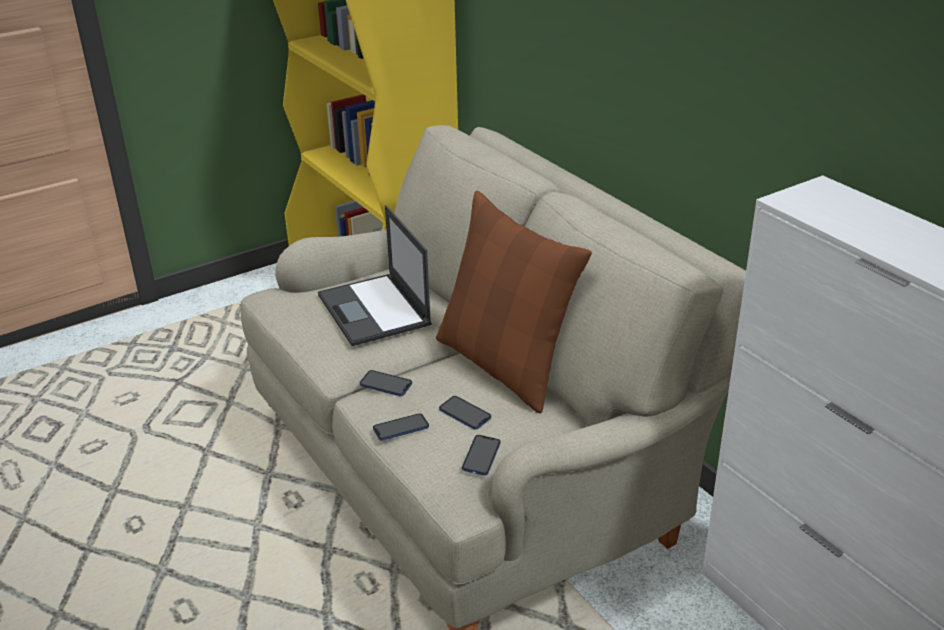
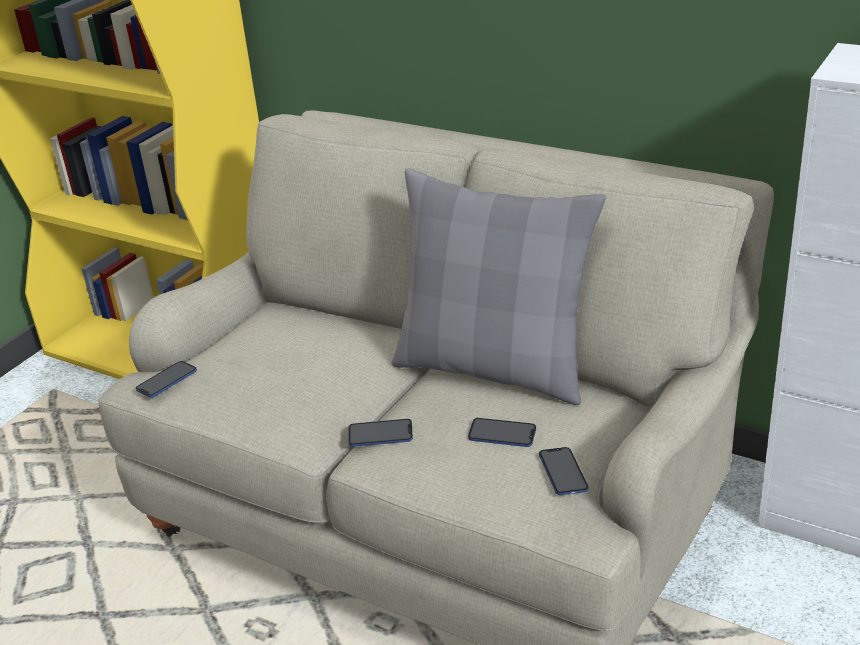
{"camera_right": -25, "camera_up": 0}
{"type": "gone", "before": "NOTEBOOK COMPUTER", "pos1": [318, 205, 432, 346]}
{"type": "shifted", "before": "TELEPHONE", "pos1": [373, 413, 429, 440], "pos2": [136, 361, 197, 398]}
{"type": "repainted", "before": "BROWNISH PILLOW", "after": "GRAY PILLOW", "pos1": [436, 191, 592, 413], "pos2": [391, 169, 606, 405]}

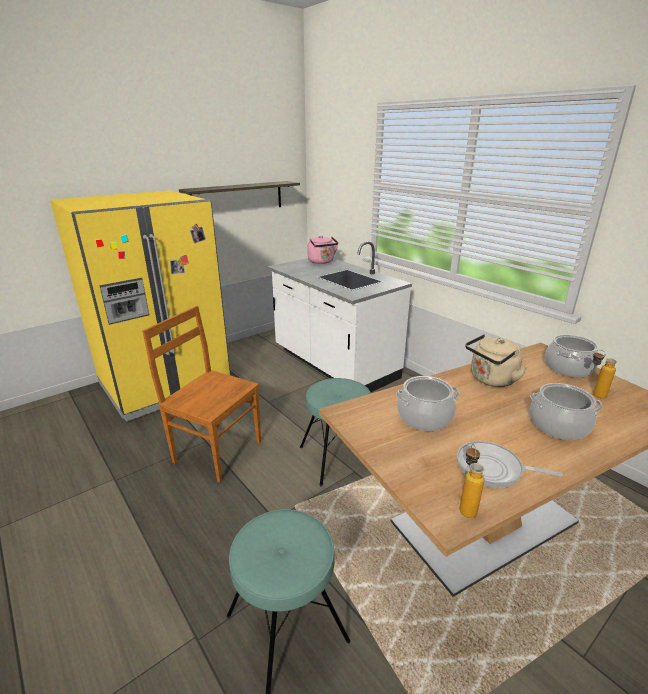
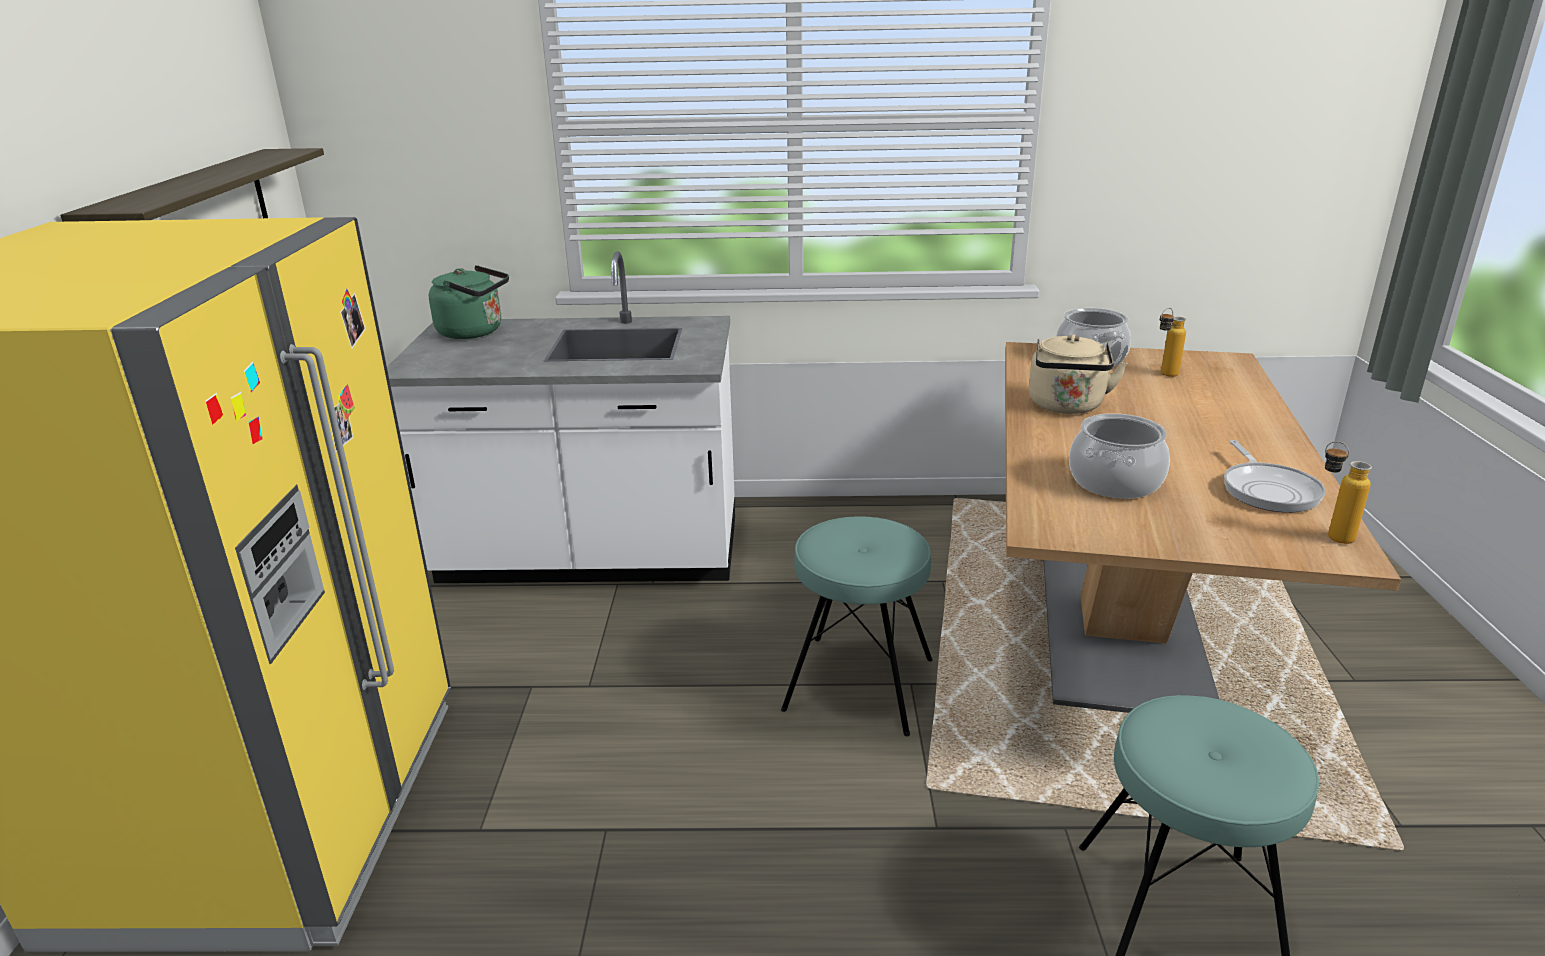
{"camera_right": -50, "camera_up": 0}
{"type": "gone", "before": "BROWNISH PLAIN CHAIR", "pos1": [142, 306, 261, 483]}
{"type": "repainted", "before": "PINKISH WATER KETTLE", "after": "GREEN-COLOURED WATER KETTLE", "pos1": [308, 235, 338, 264], "pos2": [429, 265, 509, 339]}
{"type": "rotated", "before": "PAN", "pos1": [457, 441, 563, 488], "pos2": [1224, 440, 1326, 513], "turn": -60}
{"type": "gone", "before": "COOKING POT", "pos1": [530, 383, 603, 440]}

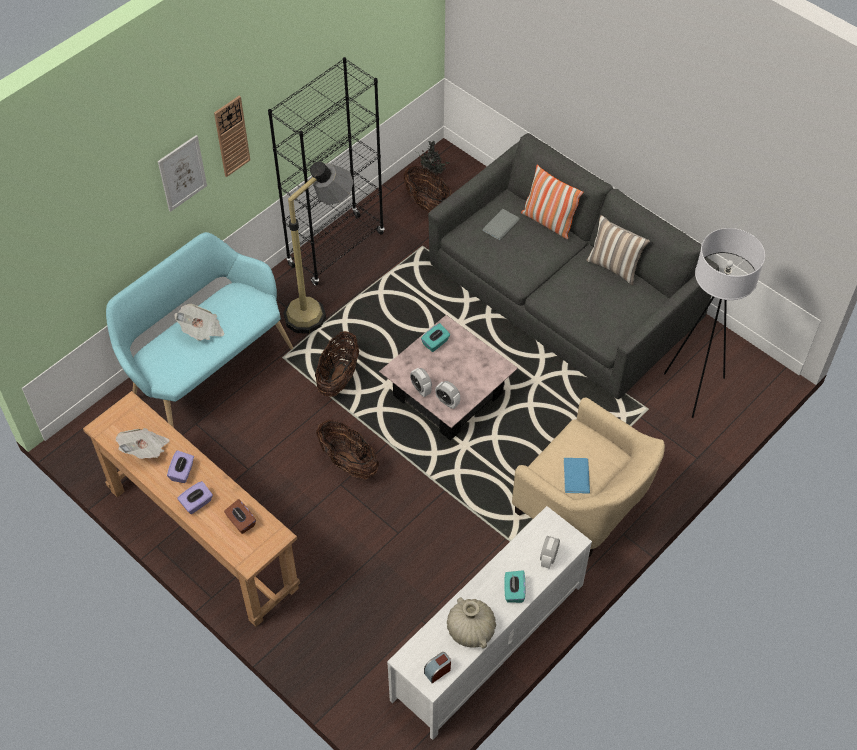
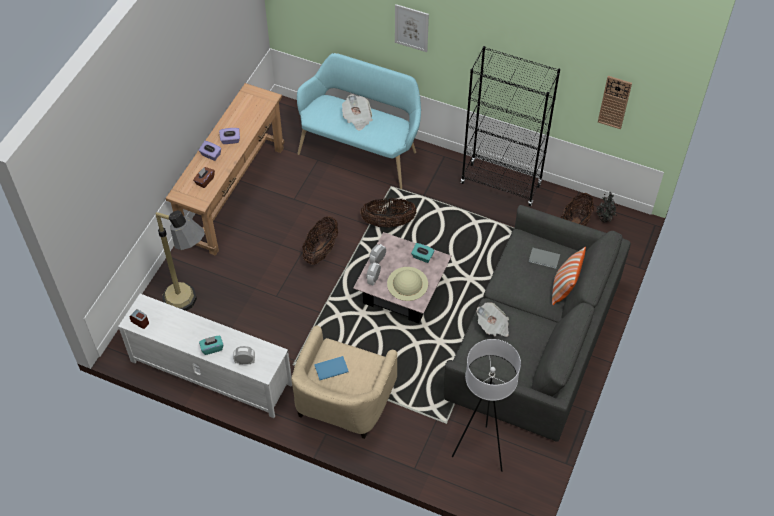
{"camera_right": 70, "camera_up": 0}
{"type": "shifted", "before": "NEWSPAPER", "pos1": [116, 428, 170, 459], "pos2": [477, 302, 509, 337]}
{"type": "shifted", "before": "HANGING CLOCK", "pos1": [214, 96, 250, 177], "pos2": [598, 76, 632, 129]}
{"type": "shifted", "before": "STANDING LAMP", "pos1": [283, 161, 354, 334], "pos2": [155, 210, 205, 311]}
{"type": "gone", "before": "SAND-COLOURED FLOWER VASE", "pos1": [447, 597, 496, 649]}
{"type": "gone", "before": "PILLOW", "pos1": [586, 215, 650, 286]}
{"type": "new", "after": "SAND-COLOURED WEARABLE HAT", "pos2": [387, 267, 428, 301]}

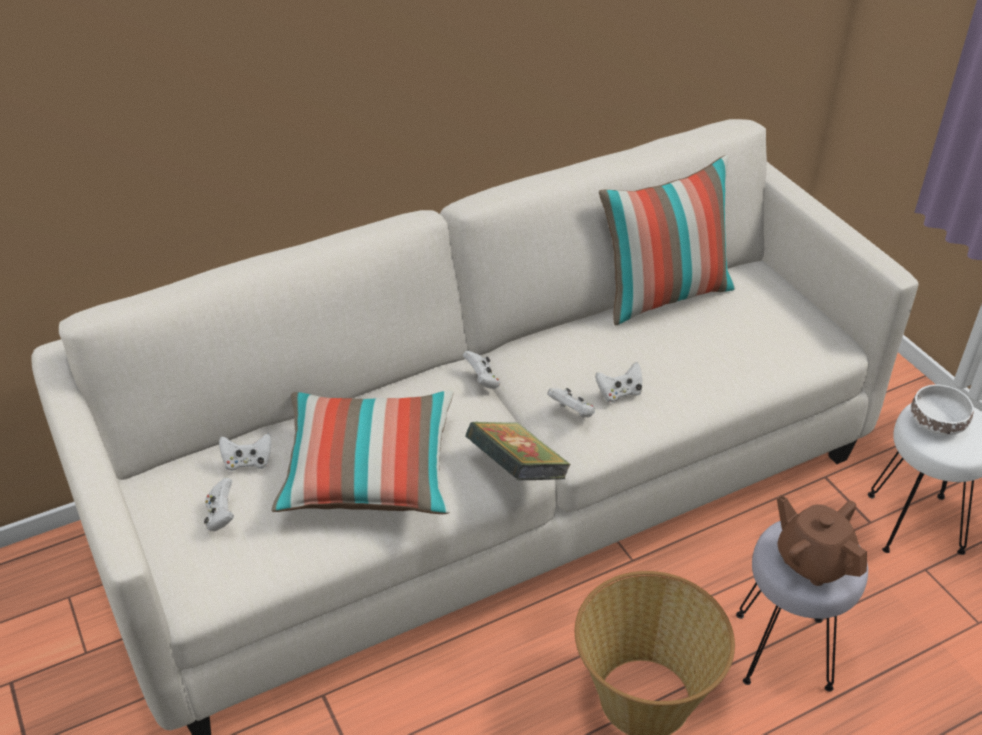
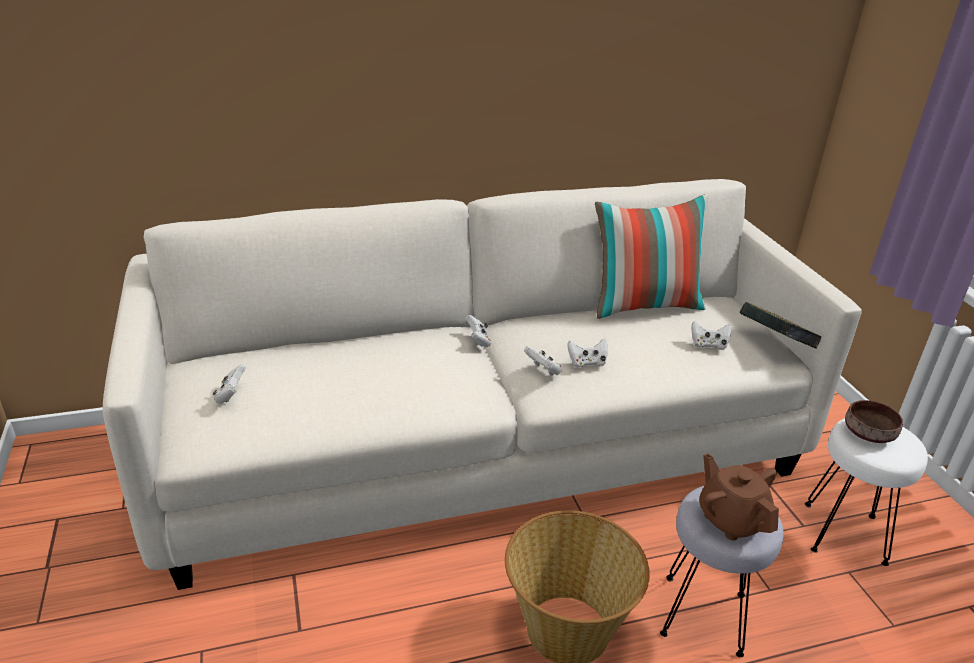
{"camera_right": 10, "camera_up": -10}
{"type": "shifted", "before": "WHITE-COLOURED GAMEPAD", "pos1": [219, 433, 271, 471], "pos2": [691, 321, 731, 350]}
{"type": "gone", "before": "PILLOW", "pos1": [272, 390, 453, 514]}
{"type": "shifted", "before": "BOUND BOOK", "pos1": [465, 421, 571, 480], "pos2": [740, 302, 821, 349]}
{"type": "repainted", "before": "WHITE-COLOURED DEEP DISH", "after": "BROWNISH DEEP DISH", "pos1": [911, 385, 974, 435], "pos2": [845, 400, 903, 443]}

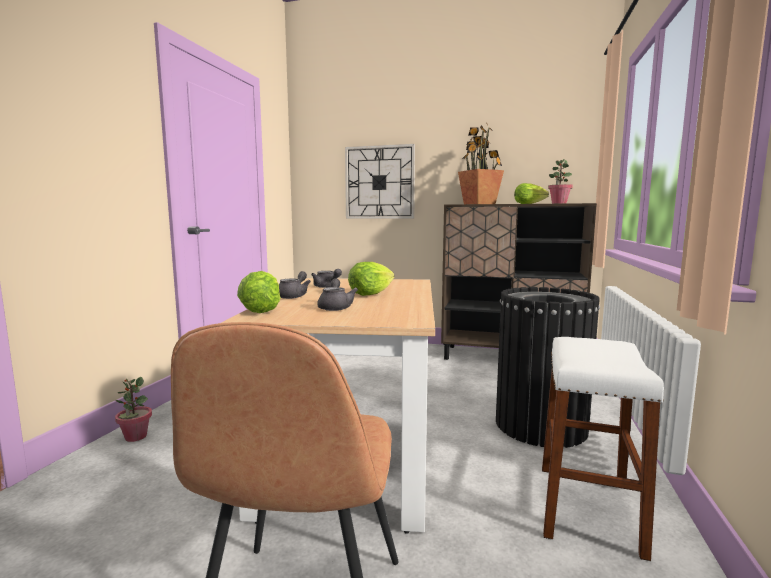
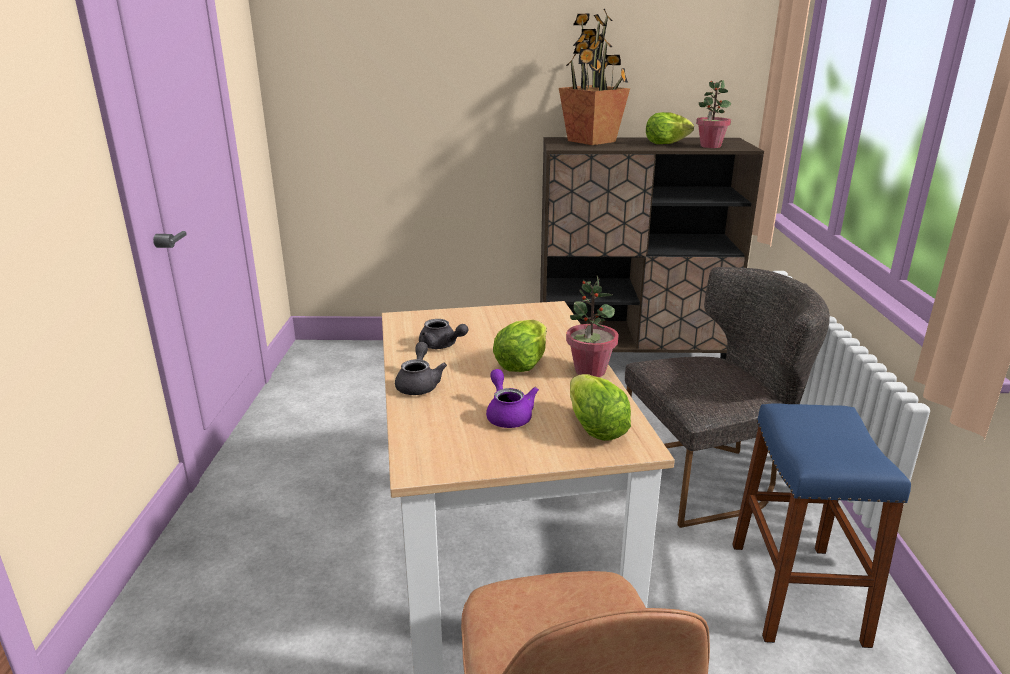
{"camera_right": -15, "camera_up": 15}
{"type": "shifted", "before": "HOUSEPLANT", "pos1": [115, 377, 152, 442], "pos2": [566, 276, 619, 377]}
{"type": "shifted", "before": "LETTUCE", "pos1": [237, 271, 281, 313], "pos2": [570, 374, 631, 441]}
{"type": "repainted", "before": "GRAY TEA POT", "after": "PURPLE TEA POT", "pos1": [317, 278, 358, 311], "pos2": [486, 369, 539, 428]}
{"type": "gone", "before": "HANGING CLOCK", "pos1": [345, 144, 415, 219]}
{"type": "swapped", "before": "BLACK-COLOURED TRASH CAN", "after": "GRAY PLAIN CHAIR", "pos1": [496, 287, 600, 448], "pos2": [625, 267, 830, 528]}
{"type": "repainted", "before": "WHITE-COLOURED STOOL SEAT", "after": "BLUE STOOL SEAT", "pos1": [542, 337, 664, 561], "pos2": [732, 403, 911, 648]}

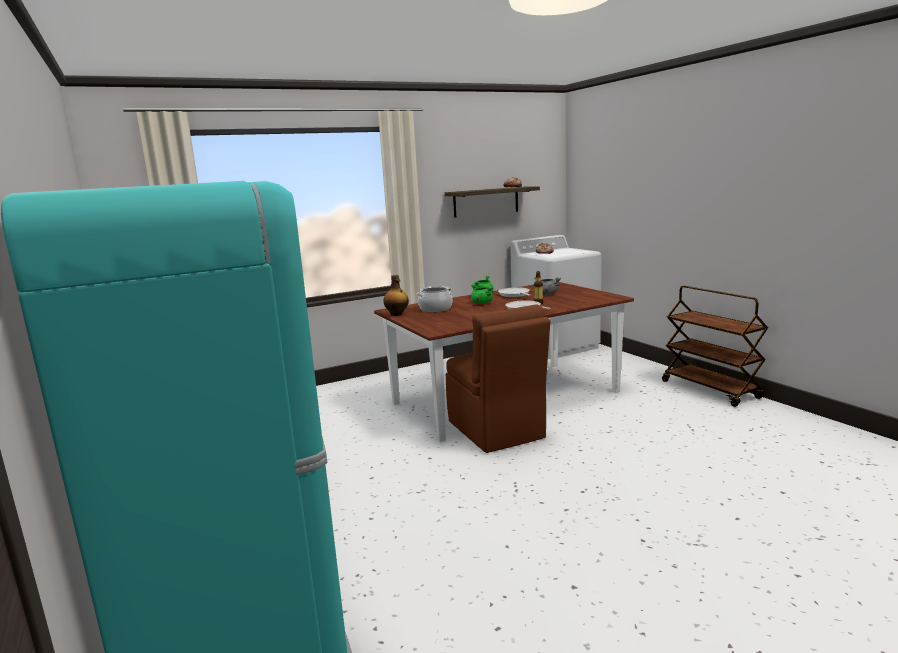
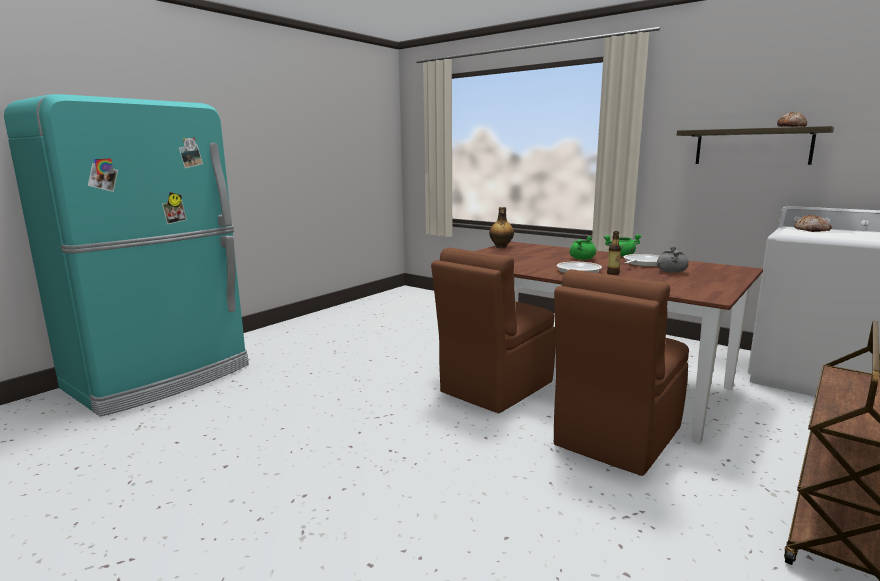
{"camera_right": 65, "camera_up": 0}
{"type": "gone", "before": "COOKING POT", "pos1": [416, 286, 453, 312]}
{"type": "new", "after": "BROWNISH PLAIN CHAIR", "pos2": [554, 269, 689, 476]}

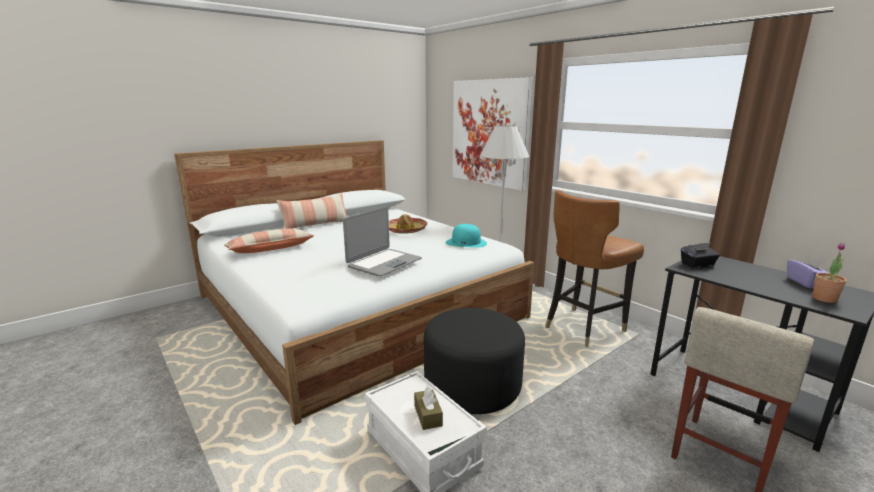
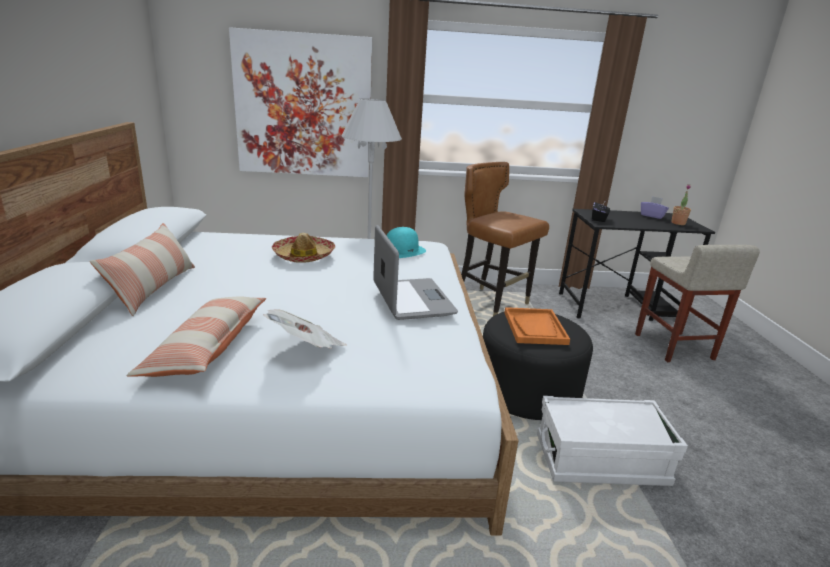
{"camera_right": -55, "camera_up": 5}
{"type": "gone", "before": "BROWNISH TISSUE BOX", "pos1": [414, 387, 443, 430]}
{"type": "rotated", "before": "BROWNISH PLAIN CHAIR", "pos1": [545, 190, 644, 347], "pos2": [461, 162, 549, 316], "turn": 135}
{"type": "new", "after": "NEWSPAPER", "pos2": [263, 309, 347, 349]}
{"type": "new", "after": "ORANGE SERVING TRAY", "pos2": [504, 307, 570, 345]}

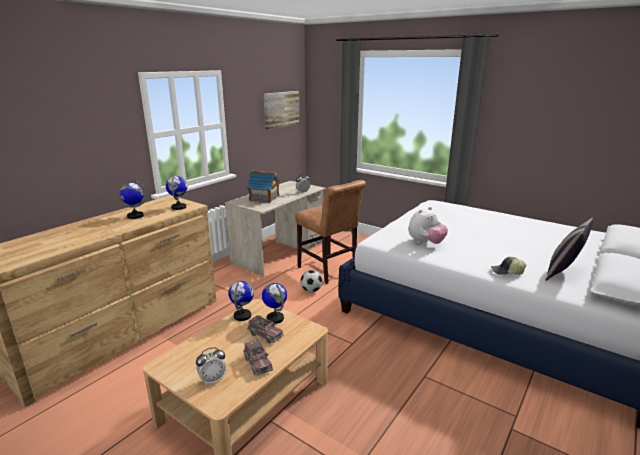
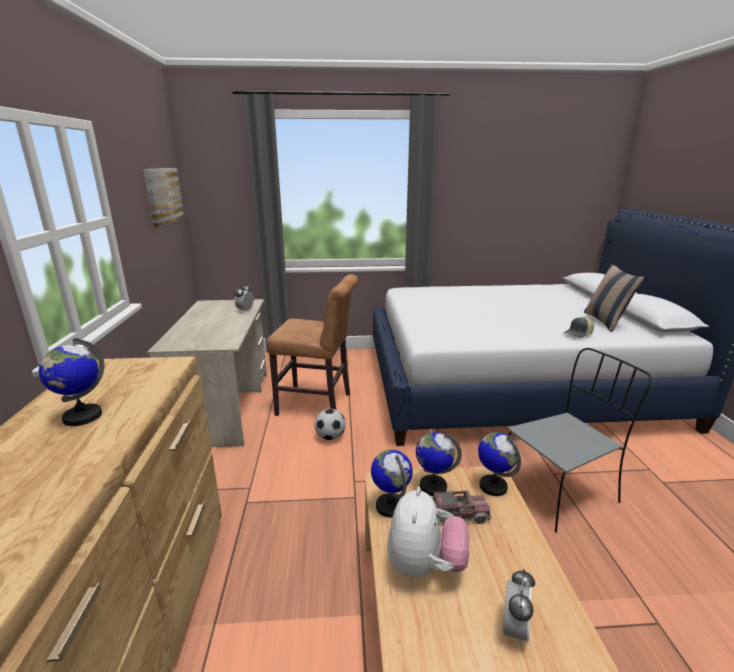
{"camera_right": -40, "camera_up": 0}
{"type": "shifted", "before": "DESK GLOBE", "pos1": [166, 175, 187, 210], "pos2": [478, 432, 521, 496]}
{"type": "gone", "before": "TOY LORRY", "pos1": [243, 339, 273, 376]}
{"type": "gone", "before": "TOY HOUSE", "pos1": [246, 170, 281, 203]}
{"type": "shifted", "before": "CUDDLY TOY", "pos1": [409, 207, 448, 244], "pos2": [387, 487, 470, 577]}
{"type": "new", "after": "GRAY PLAIN CHAIR", "pos2": [508, 348, 652, 533]}

